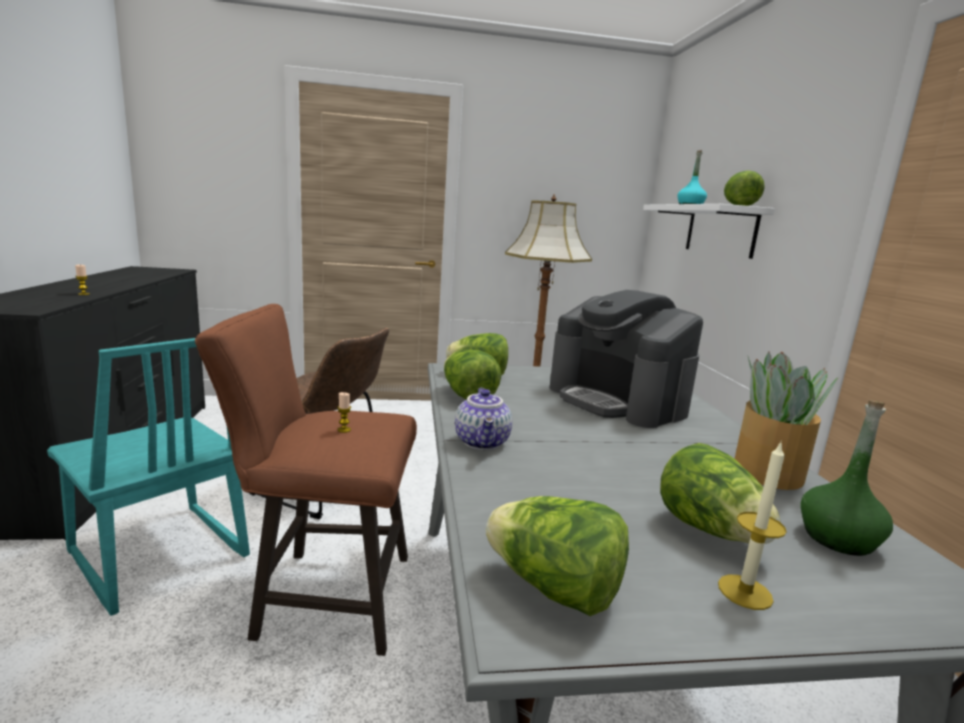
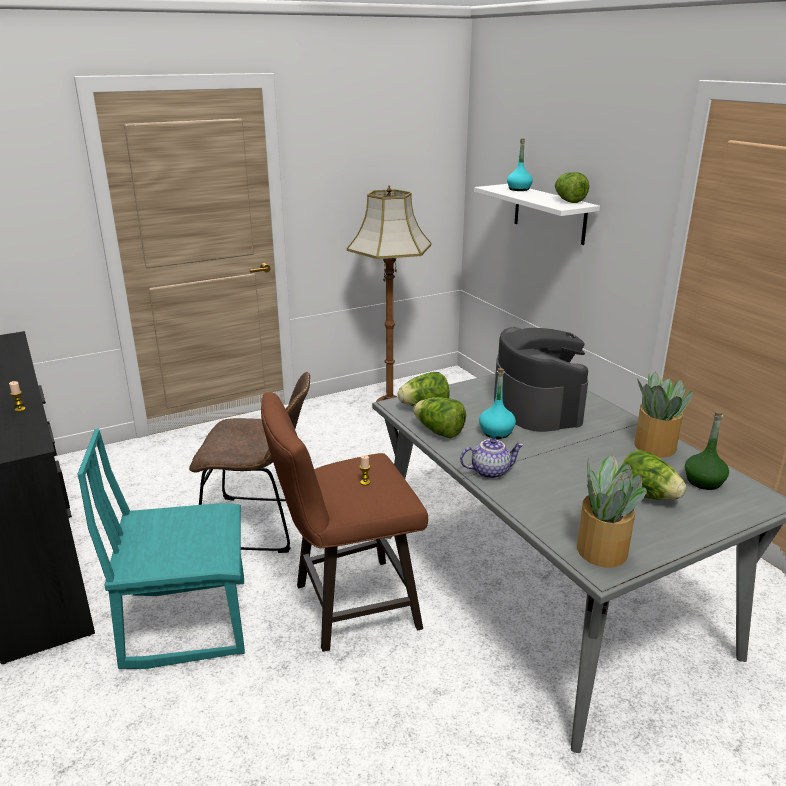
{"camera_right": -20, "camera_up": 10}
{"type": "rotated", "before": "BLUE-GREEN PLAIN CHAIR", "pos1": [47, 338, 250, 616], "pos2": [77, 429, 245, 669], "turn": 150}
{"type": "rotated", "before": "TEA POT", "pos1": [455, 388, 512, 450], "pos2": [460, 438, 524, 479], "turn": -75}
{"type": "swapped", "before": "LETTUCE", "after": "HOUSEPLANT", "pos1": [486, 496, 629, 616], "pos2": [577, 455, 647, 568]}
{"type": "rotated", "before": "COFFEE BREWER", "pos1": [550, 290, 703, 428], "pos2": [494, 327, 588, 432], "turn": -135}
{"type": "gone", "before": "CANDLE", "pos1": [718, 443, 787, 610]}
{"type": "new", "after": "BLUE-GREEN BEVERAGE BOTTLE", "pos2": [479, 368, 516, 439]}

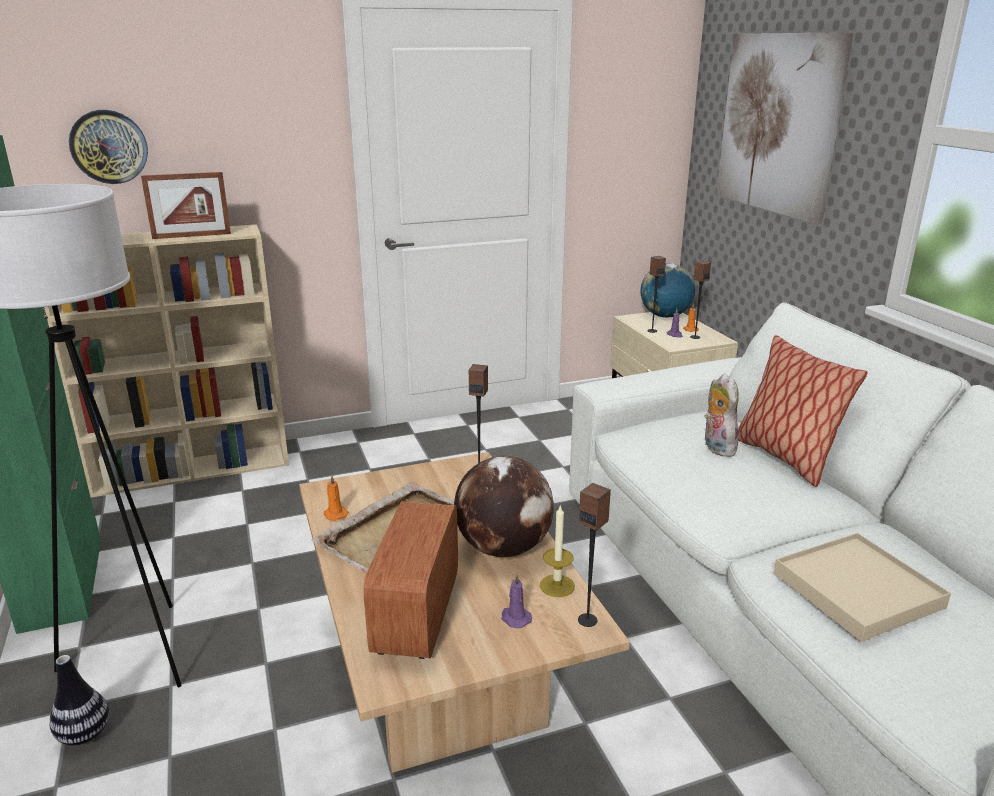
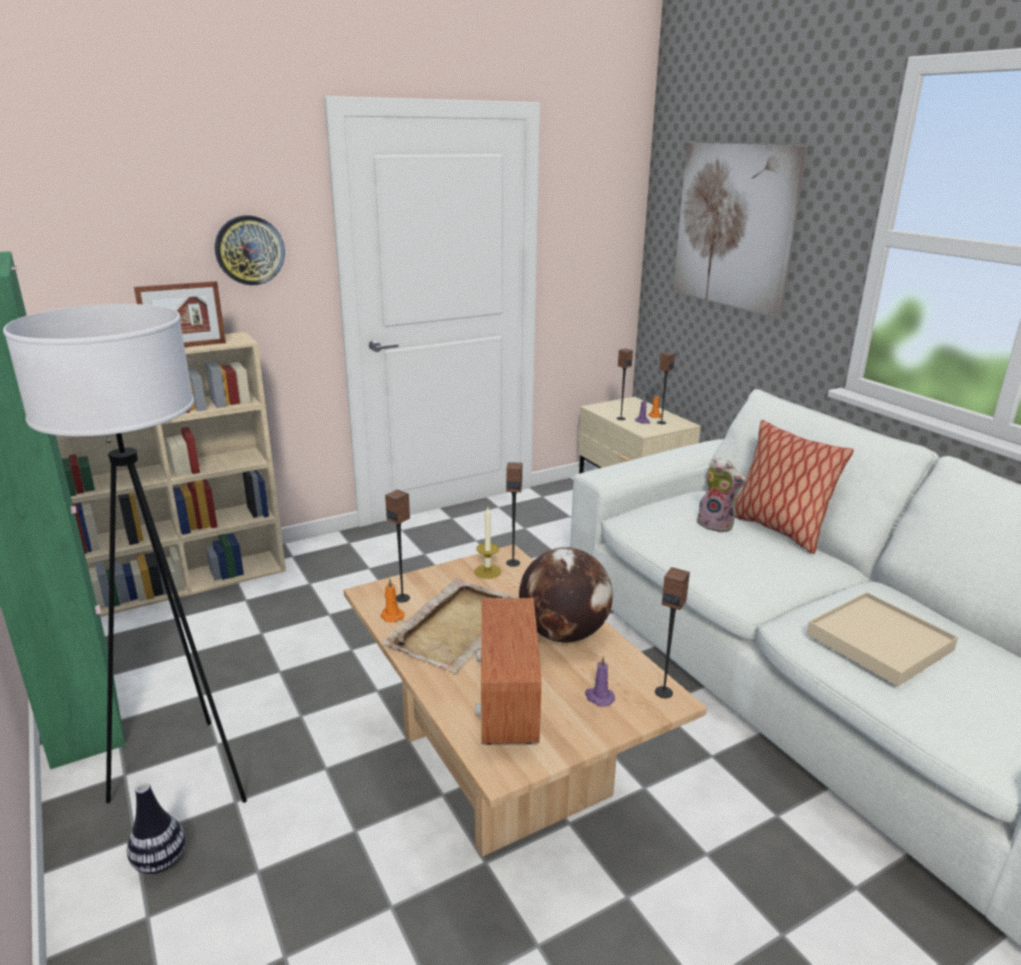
{"camera_right": -10, "camera_up": 0}
{"type": "shifted", "before": "HANGING CLOCK", "pos1": [69, 110, 148, 184], "pos2": [215, 215, 285, 286]}
{"type": "shifted", "before": "CANDLE", "pos1": [540, 504, 575, 597], "pos2": [475, 507, 501, 579]}
{"type": "gone", "before": "DESK GLOBE", "pos1": [640, 263, 695, 318]}
{"type": "rotated", "before": "CUDDLY TOY", "pos1": [704, 373, 739, 457], "pos2": [695, 457, 746, 533], "turn": 150}
{"type": "new", "after": "AUDIO SPEAKER", "pos2": [385, 490, 410, 602]}

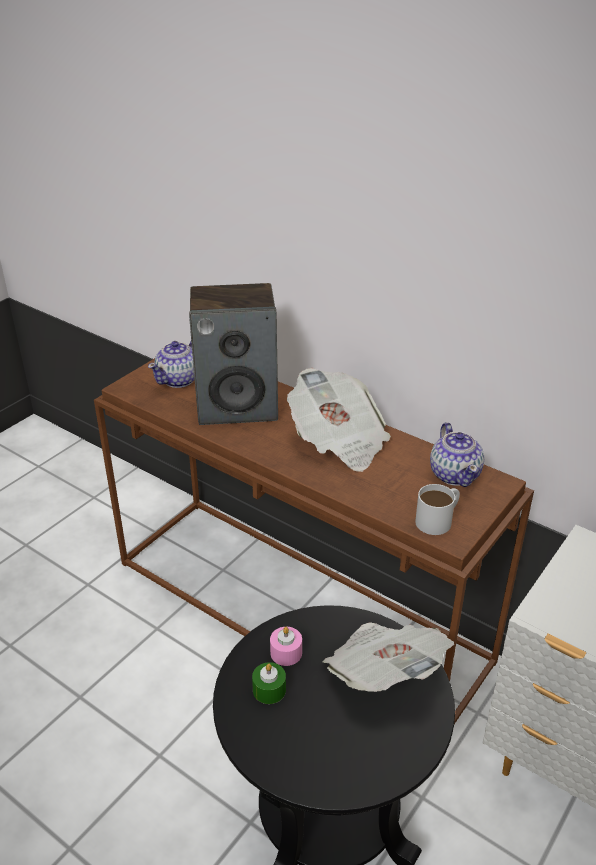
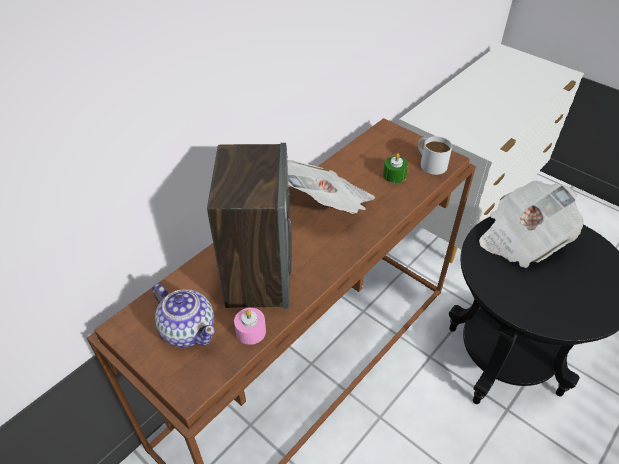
{"camera_right": -85, "camera_up": 10}
{"type": "shifted", "before": "GREEN-COLOURED CANDLE", "pos1": [252, 662, 286, 704], "pos2": [383, 153, 408, 183]}
{"type": "shifted", "before": "PINKISH CANDLE", "pos1": [270, 627, 302, 666], "pos2": [234, 308, 266, 345]}
{"type": "gone", "before": "TEA POT", "pos1": [430, 422, 484, 487]}

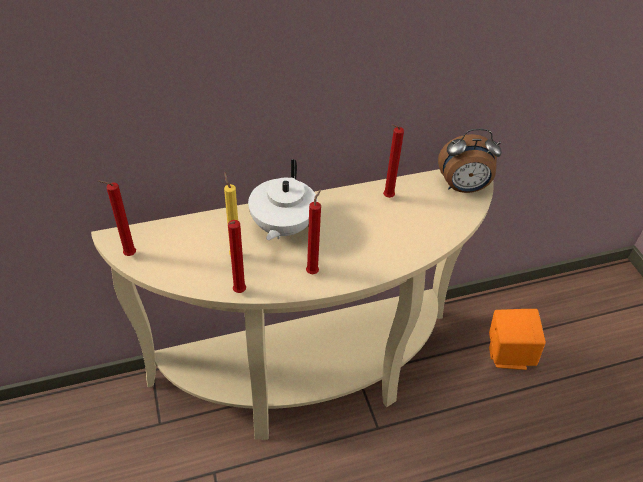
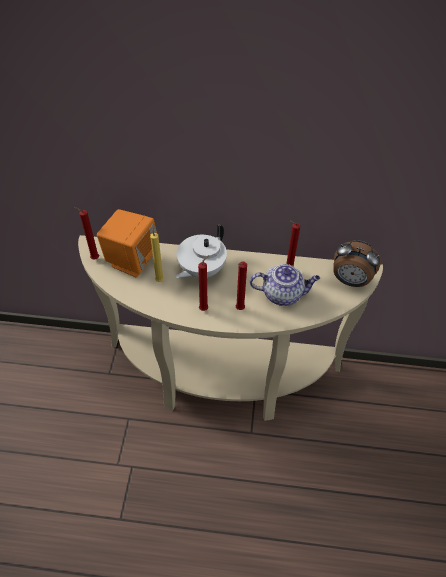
{"camera_right": 25, "camera_up": 5}
{"type": "shifted", "before": "RED-COLOURED CANDLE", "pos1": [228, 220, 246, 293], "pos2": [236, 262, 247, 310]}
{"type": "shifted", "before": "ORANGE AUDIO SPEAKER", "pos1": [489, 309, 546, 370], "pos2": [97, 209, 157, 277]}
{"type": "new", "after": "TEA POT", "pos2": [250, 264, 320, 306]}

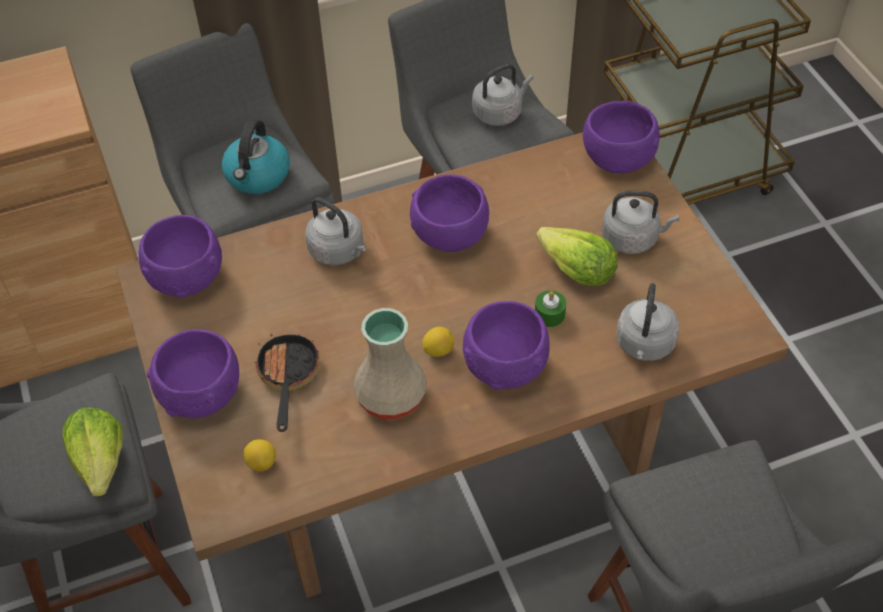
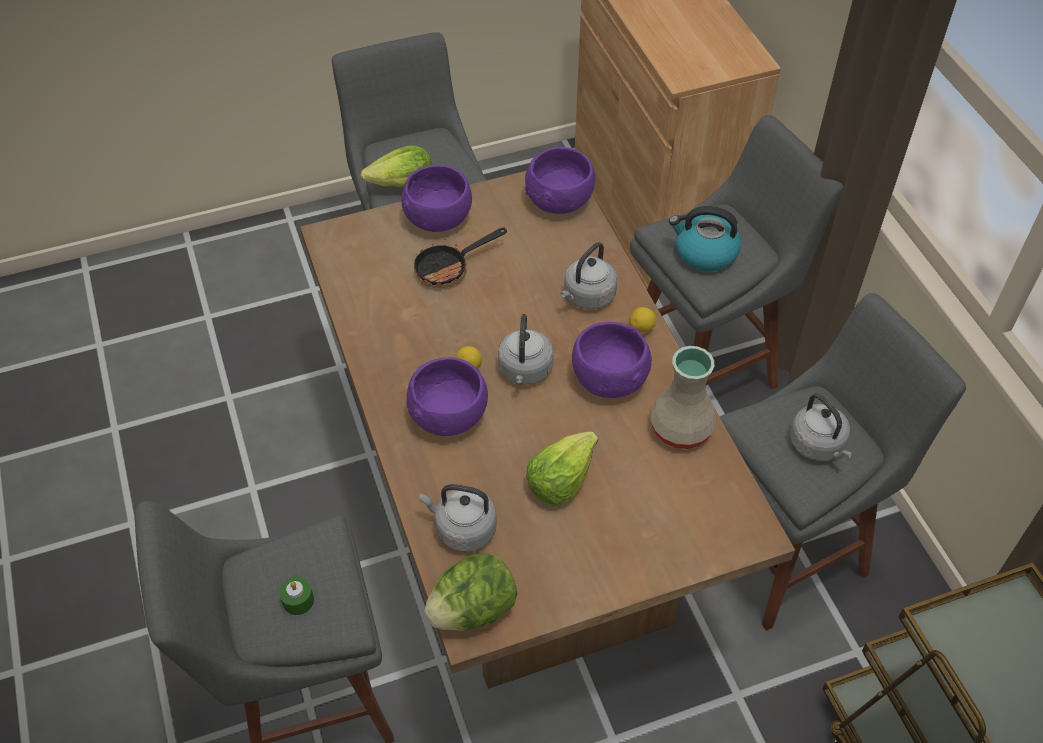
{"camera_right": 90, "camera_up": 0}
{"type": "shifted", "before": "WHOLE LEMON", "pos1": [243, 439, 276, 471], "pos2": [629, 307, 656, 333]}
{"type": "rotated", "before": "PAN", "pos1": [255, 334, 320, 432], "pos2": [414, 227, 507, 288], "turn": 150}
{"type": "shifted", "before": "SAND-COLOURED FLOWER VASE", "pos1": [353, 308, 427, 419], "pos2": [650, 346, 716, 449]}
{"type": "shifted", "before": "GREEN-COLOURED CANDLE", "pos1": [535, 290, 566, 327], "pos2": [279, 577, 314, 615]}
{"type": "gone", "before": "PURPLE DEEP DISH", "pos1": [583, 100, 660, 173]}
{"type": "shifted", "before": "GRAY WATER KETTLE", "pos1": [602, 191, 679, 254], "pos2": [498, 314, 554, 385]}
{"type": "new", "after": "LETTUCE", "pos2": [424, 553, 518, 631]}

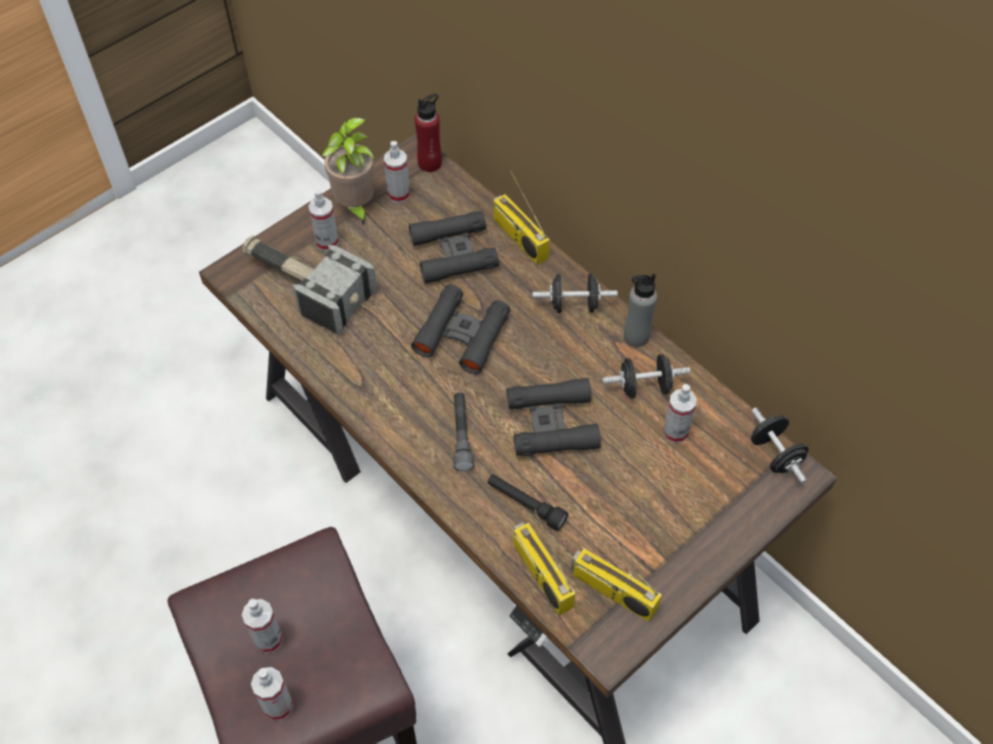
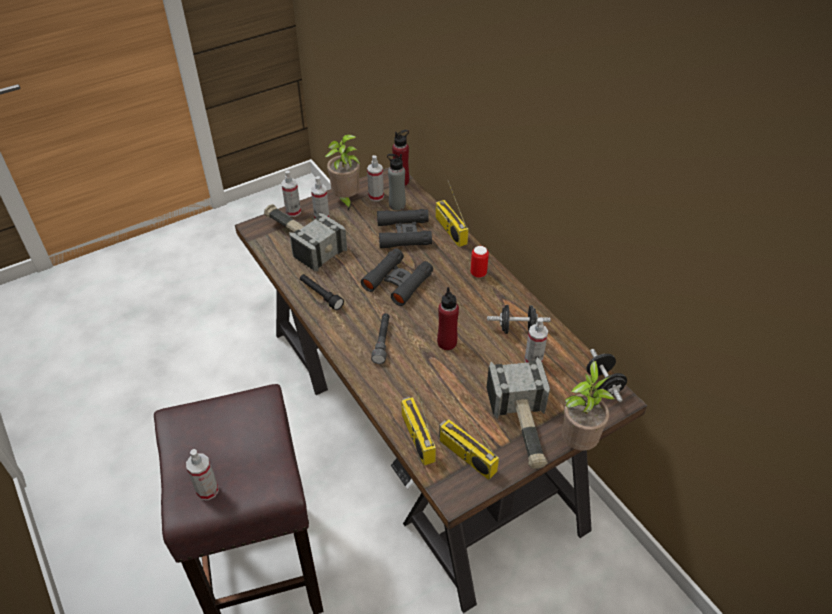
{"camera_right": 10, "camera_up": -10}
{"type": "shifted", "before": "SPRAYER", "pos1": [242, 599, 283, 653], "pos2": [281, 170, 301, 217]}
{"type": "shifted", "before": "BLACK-COLOURED TORCH", "pos1": [487, 474, 568, 531], "pos2": [300, 274, 344, 310]}
{"type": "swapped", "before": "BLACK-COLOURED BINOCULARS", "after": "RED-COLOURED BEVERAGE BOTTLE", "pos1": [507, 378, 601, 456], "pos2": [437, 287, 459, 350]}
{"type": "swapped", "before": "BLACK-COLOURED DUMBBELL", "after": "CAN", "pos1": [533, 274, 618, 313], "pos2": [471, 246, 489, 278]}
{"type": "shifted", "before": "GRAY BEVERAGE BOTTLE", "pos1": [624, 273, 657, 347], "pos2": [387, 154, 406, 210]}
{"type": "new", "after": "TOOL HAMMER", "pos2": [487, 357, 550, 469]}
{"type": "new", "after": "HOUSEPLANT", "pos2": [562, 361, 614, 451]}

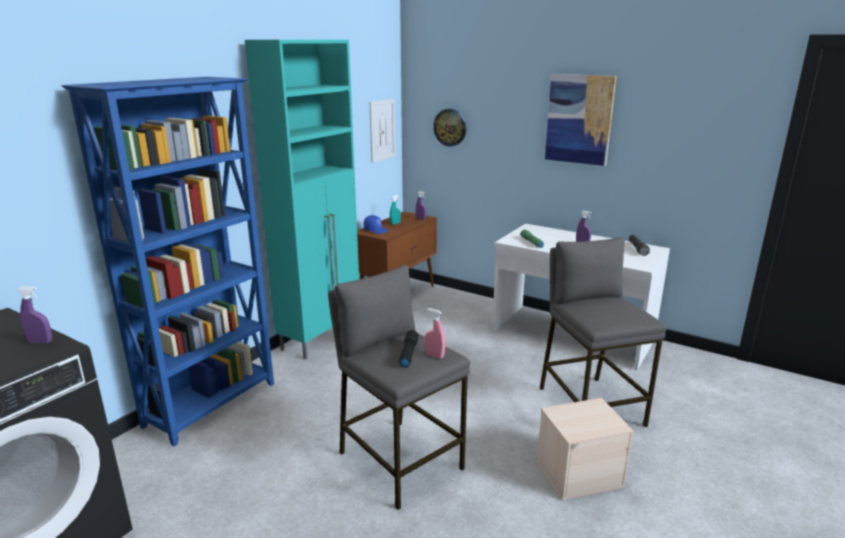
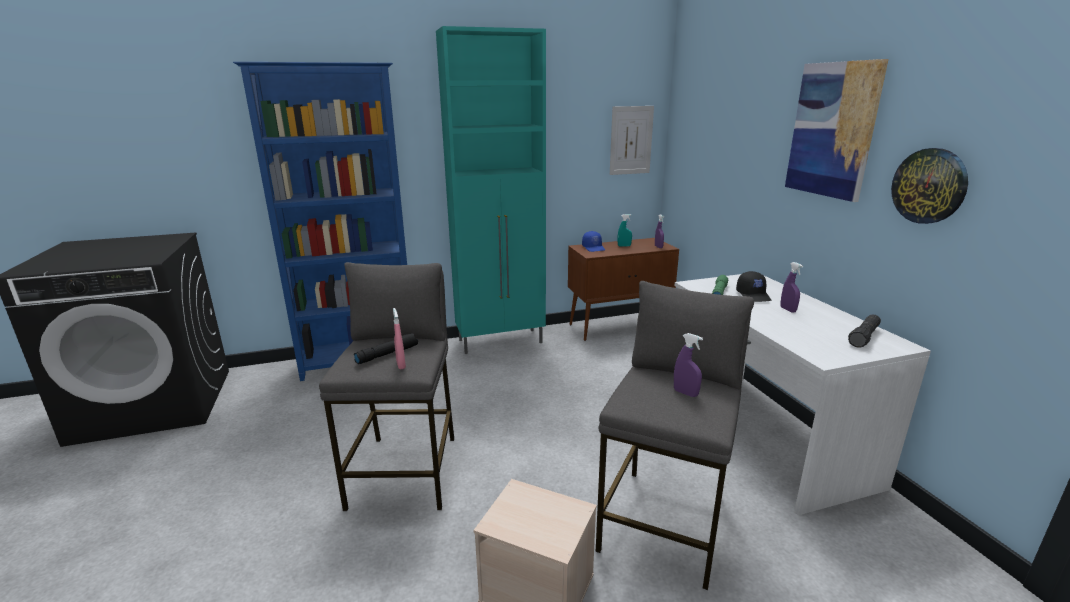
{"camera_right": 40, "camera_up": 0}
{"type": "shifted", "before": "PURPLE SPRAYER", "pos1": [17, 286, 52, 344], "pos2": [674, 333, 703, 397]}
{"type": "shifted", "before": "HANGING CLOCK", "pos1": [433, 109, 466, 147], "pos2": [891, 148, 968, 224]}
{"type": "new", "after": "BLACK-COLOURED BASEBALL CAP", "pos2": [736, 271, 771, 302]}

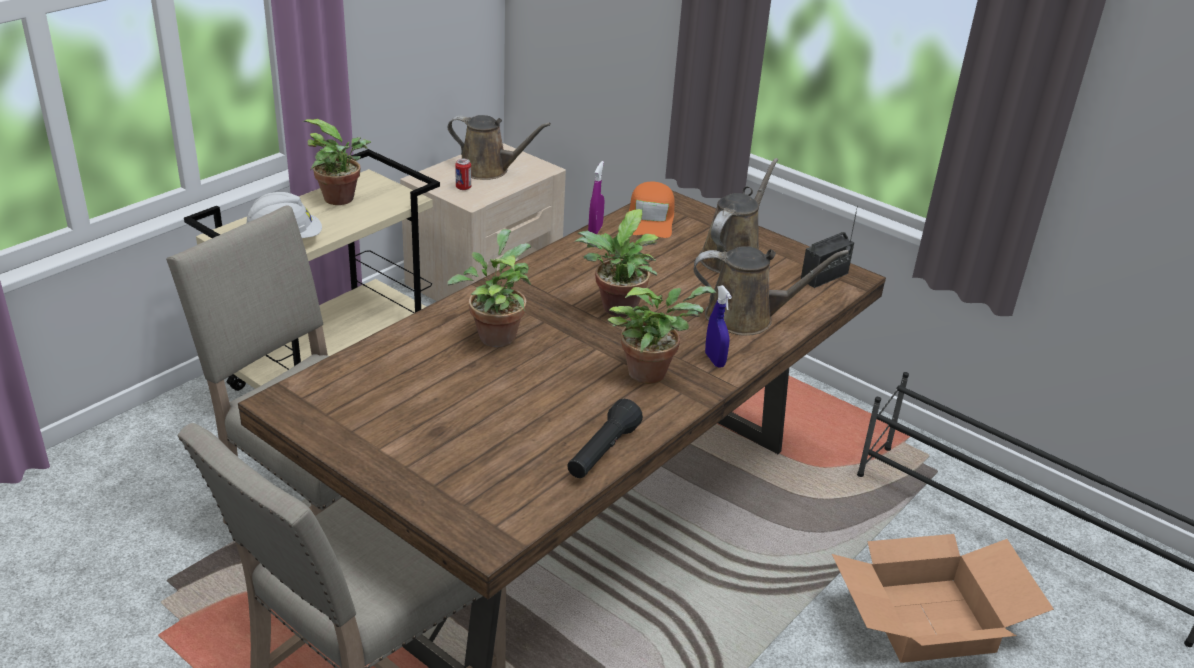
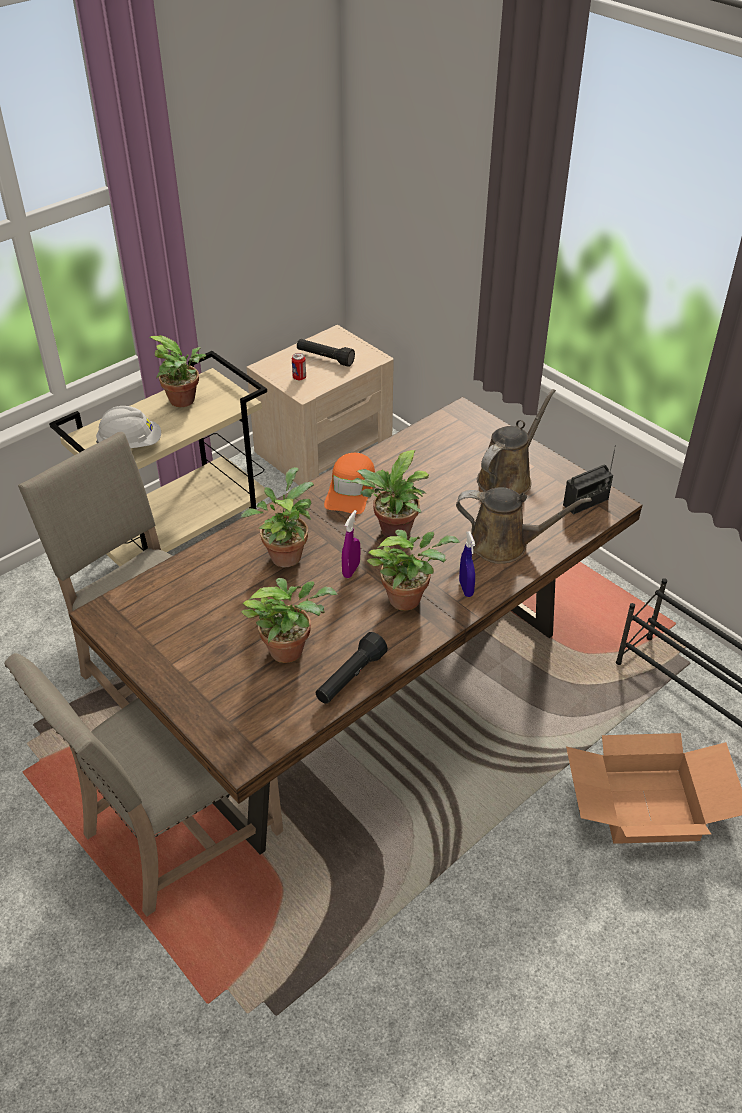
{"camera_right": 10, "camera_up": 10}
{"type": "swapped", "before": "BROWNISH SPRINKLING CAN", "after": "BLACK-COLOURED TORCH", "pos1": [447, 115, 551, 180], "pos2": [297, 339, 355, 367]}
{"type": "shifted", "before": "PURPLE SPRAYER", "pos1": [588, 161, 604, 234], "pos2": [342, 510, 360, 578]}
{"type": "shifted", "before": "ORANGE BASEBALL CAP", "pos1": [629, 182, 675, 238], "pos2": [324, 453, 375, 514]}
{"type": "new", "after": "HOUSEPLANT", "pos2": [241, 578, 338, 663]}

